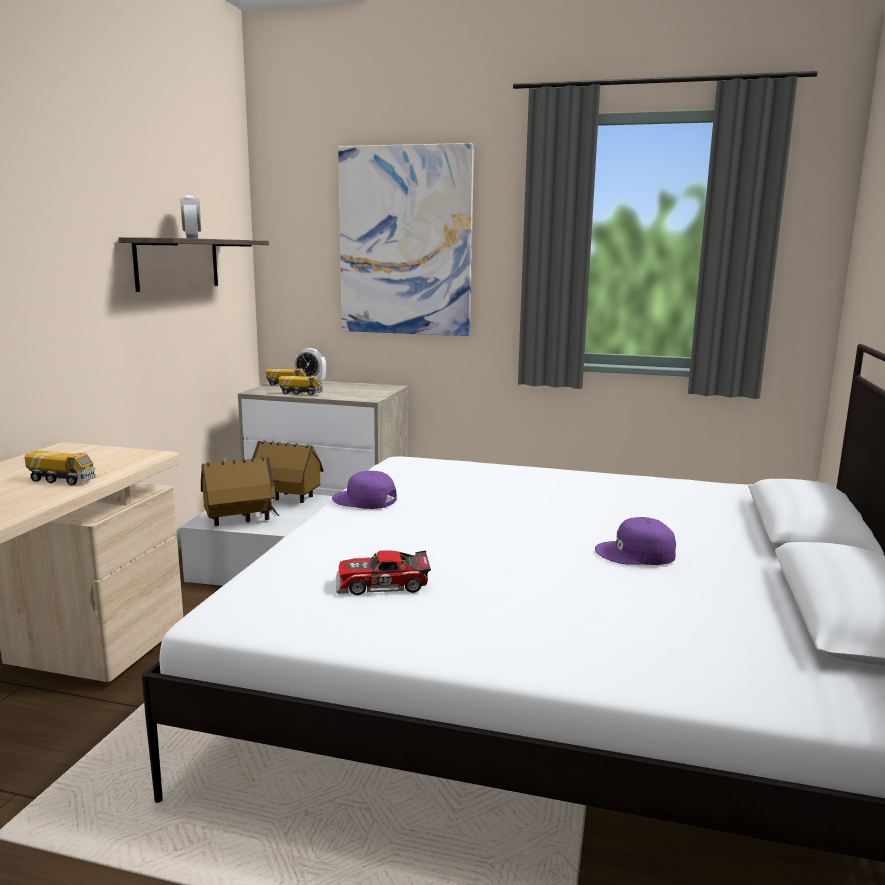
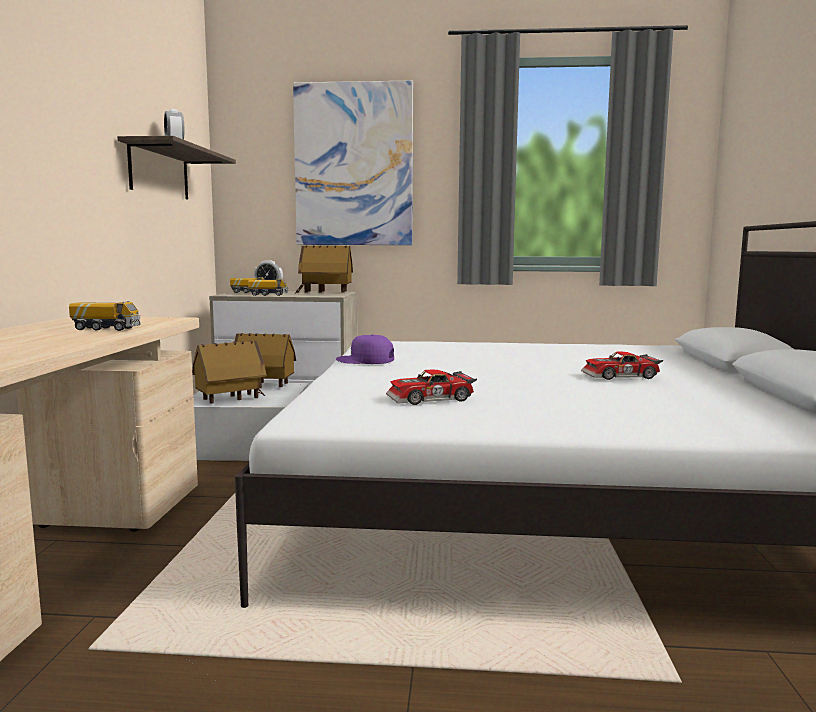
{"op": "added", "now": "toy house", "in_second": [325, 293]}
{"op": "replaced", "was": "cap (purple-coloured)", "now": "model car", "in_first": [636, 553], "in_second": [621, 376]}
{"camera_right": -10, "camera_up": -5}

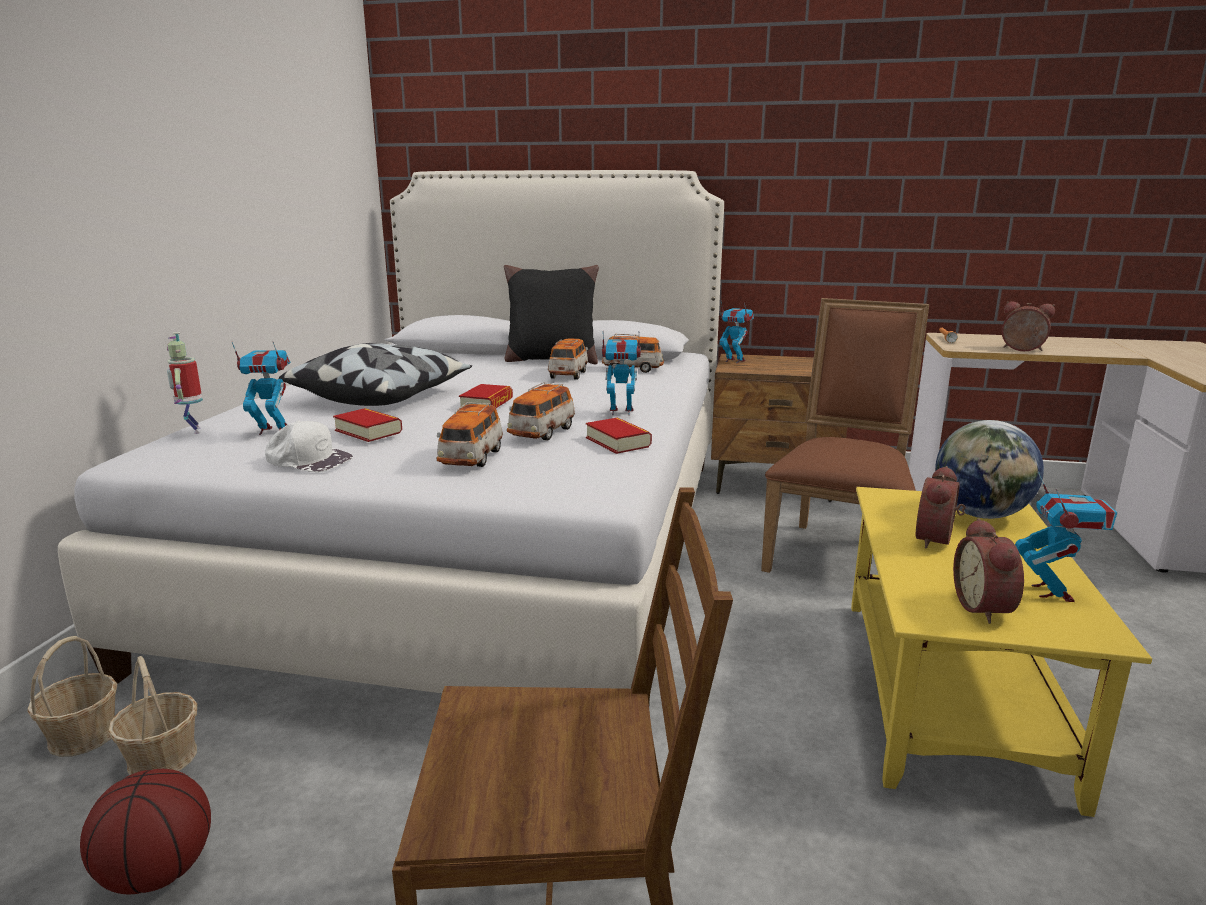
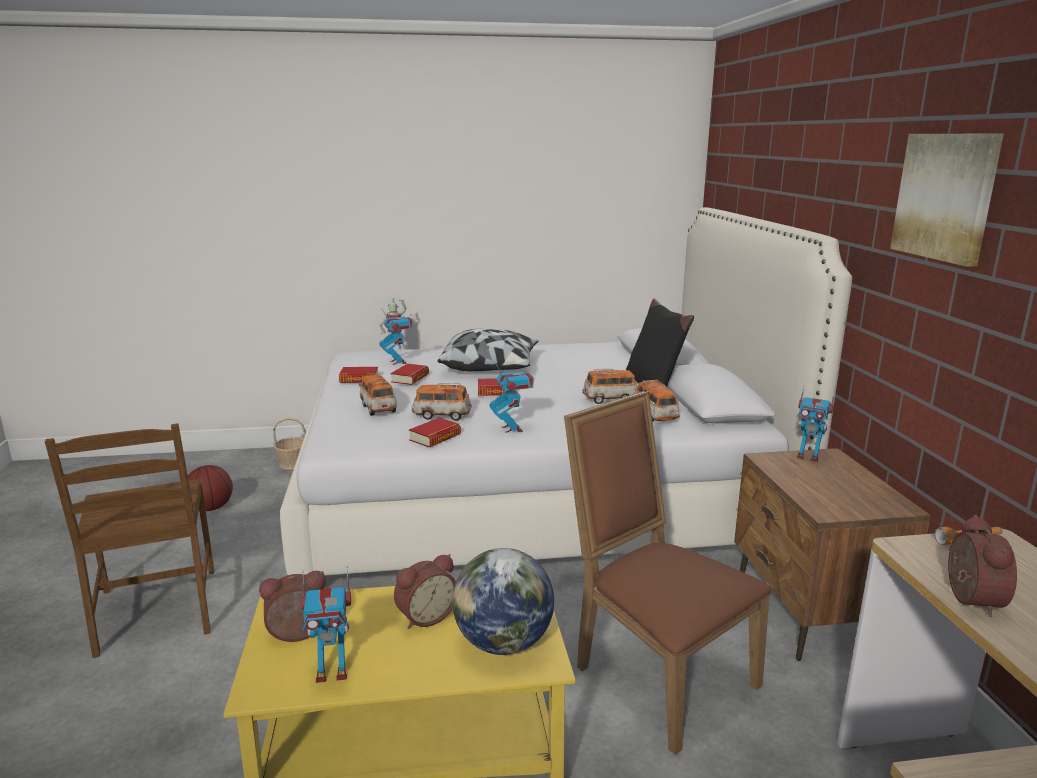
{"op": "replaced", "was": "cap (white)", "now": "volume", "in_first": [308, 460], "in_second": [359, 379]}
{"op": "turned", "was": "model car", "in_first": [471, 458], "in_second": [378, 408], "clockwise": 75}
{"op": "turned", "was": "alarm clock", "in_first": [938, 540], "in_second": [425, 616], "clockwise": 135}
{"op": "turned", "was": "plain chair (brownish)", "in_first": [838, 553], "in_second": [655, 673], "clockwise": -135}
{"op": "turned", "was": "toy robot", "in_first": [734, 361], "in_second": [808, 457], "clockwise": 105}
{"op": "added", "now": "wall art", "in_second": [946, 196]}
{"op": "removed", "was": "household basket", "in_first": [163, 757]}
{"camera_right": 70, "camera_up": 0}

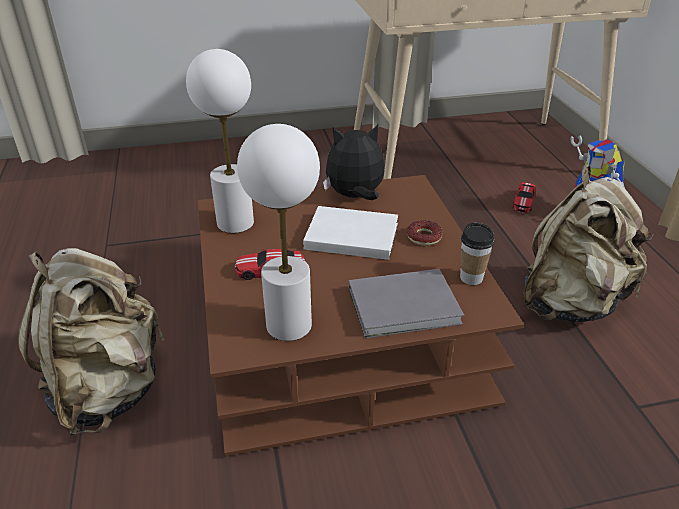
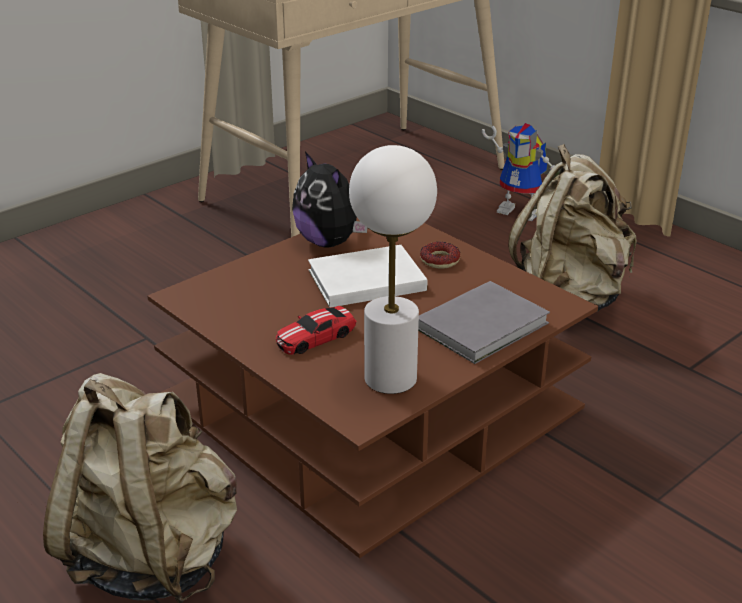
{"op": "turned", "was": "cuddly toy", "in_first": [355, 196], "in_second": [329, 242], "clockwise": -90}
{"op": "removed", "was": "lamp for a table (white)", "in_first": [235, 222]}
{"op": "removed", "was": "drinking cup", "in_first": [471, 278]}
{"op": "removed", "was": "model car", "in_first": [524, 201]}
{"camera_right": -30, "camera_up": -5}

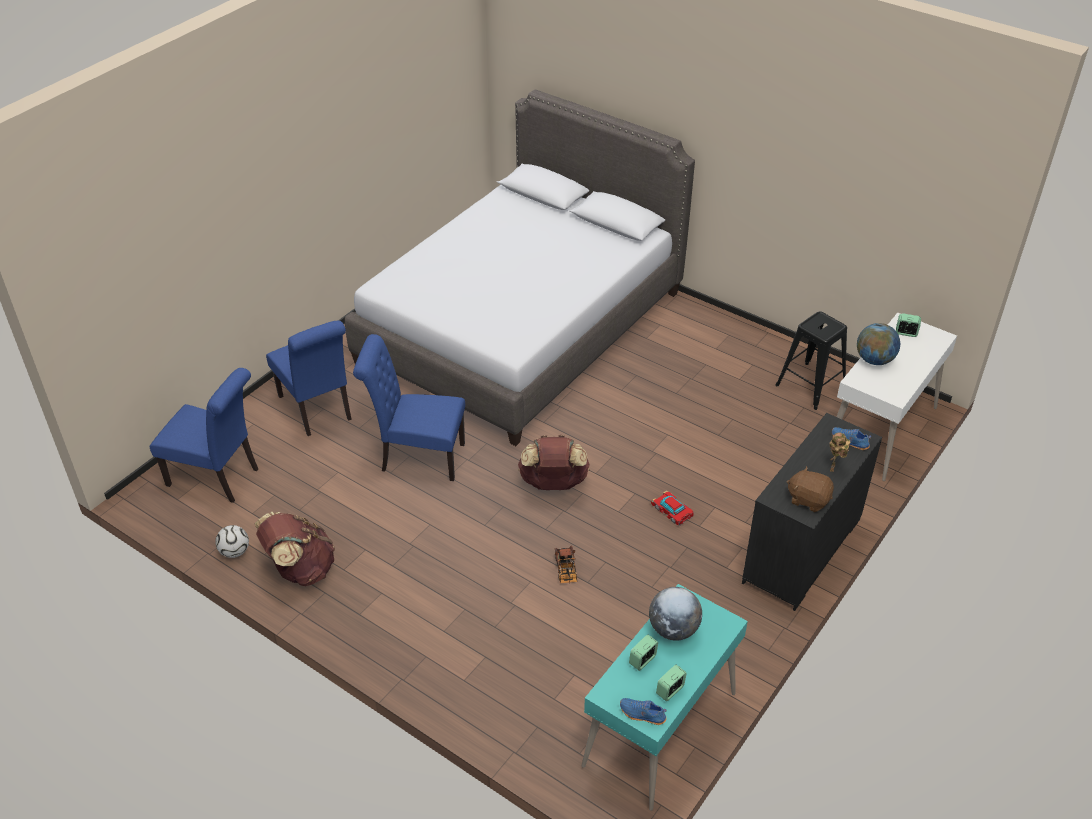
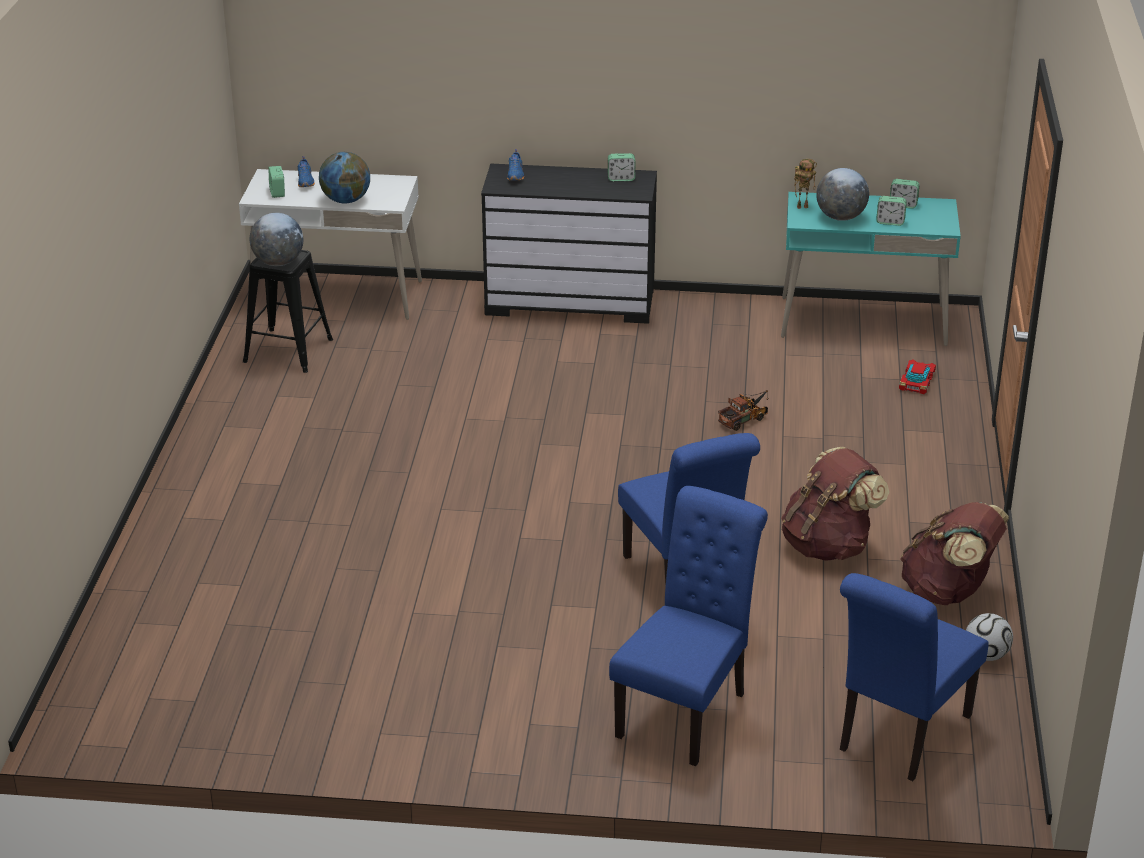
{"op": "added", "now": "desk globe", "in_second": [278, 263]}
{"op": "moved", "was": "item of footwear (blue-coloured)", "in_first": [642, 715], "in_second": [306, 181]}
{"op": "replaced", "was": "cuddly toy (brownish)", "now": "alarm clock", "in_first": [808, 499], "in_second": [621, 178]}
{"op": "moved", "was": "rucksack (brownish)", "in_first": [553, 484], "in_second": [828, 545]}
{"op": "moved", "was": "toy robot", "in_first": [833, 469], "in_second": [803, 206]}
{"op": "turned", "was": "plain chair (blue-coloured)", "in_first": [218, 478], "in_second": [899, 736], "clockwise": -135}
{"op": "moved", "was": "model car", "in_first": [671, 511], "in_second": [917, 381]}
{"op": "removed", "was": "bed (gray)", "in_first": [521, 327]}
{"camera_right": -120, "camera_up": -10}

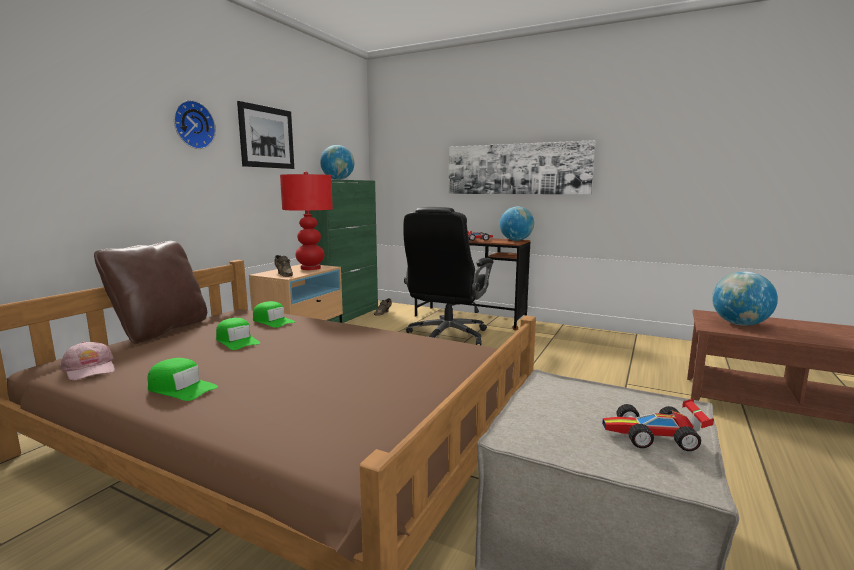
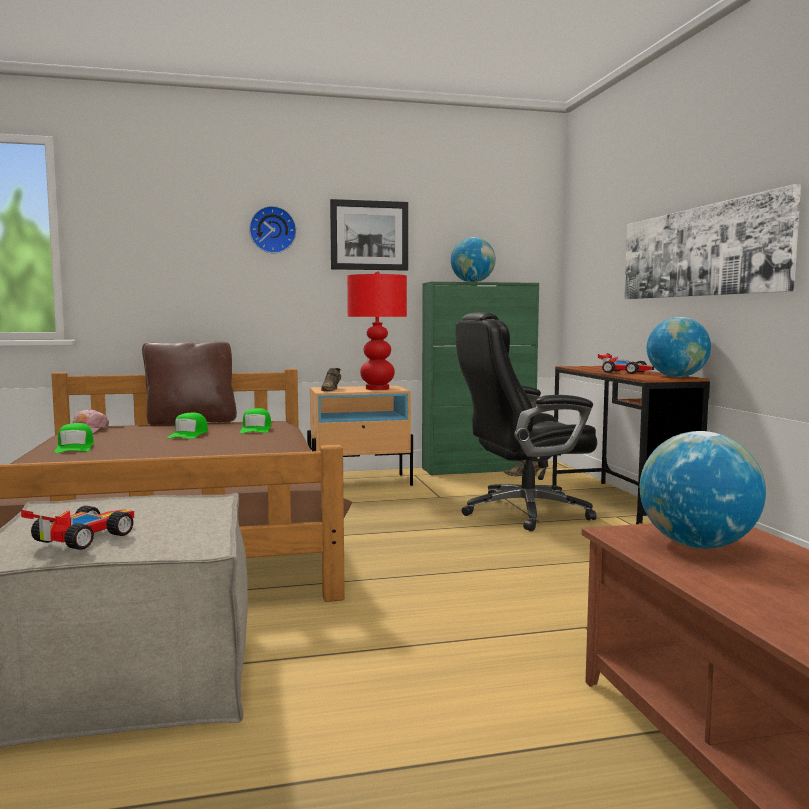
{"op": "turned", "was": "model car", "in_first": [654, 436], "in_second": [83, 537], "clockwise": 60}
{"camera_right": 50, "camera_up": -5}

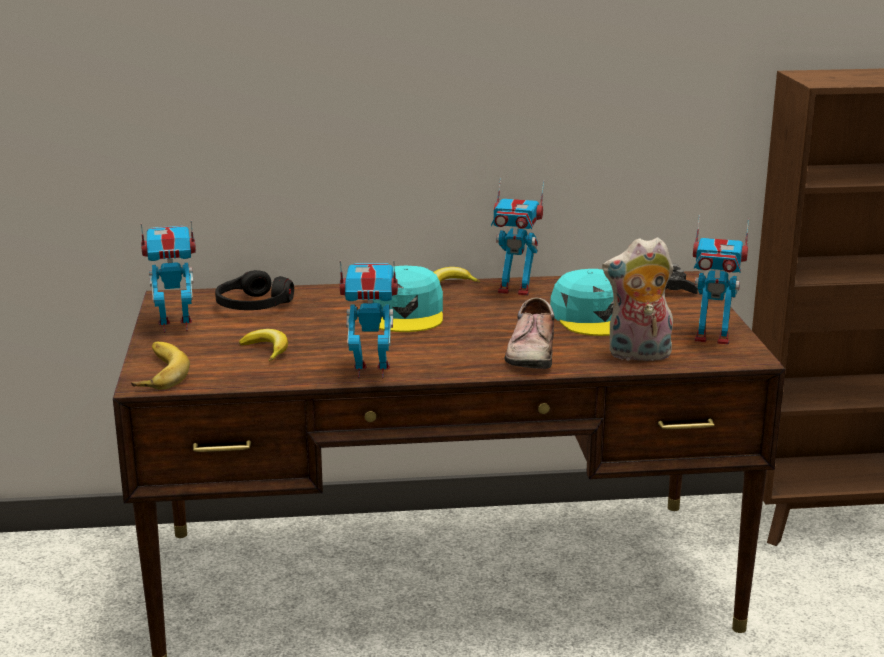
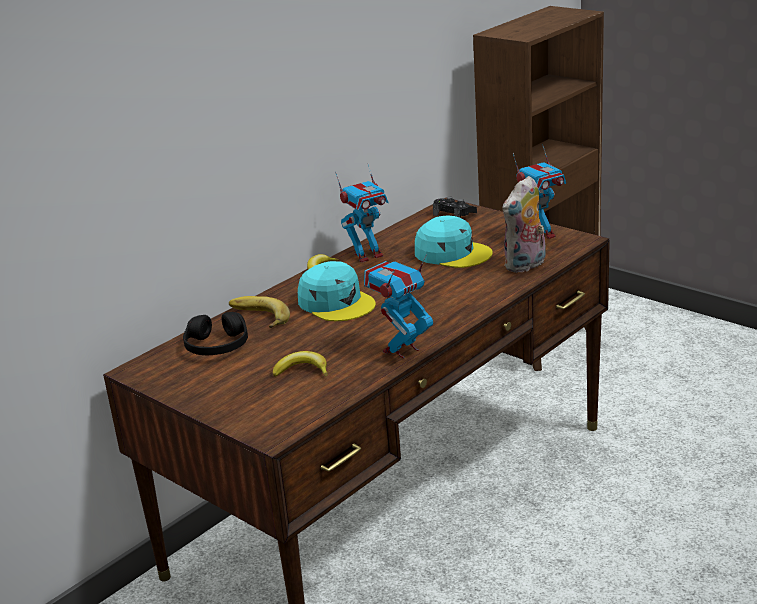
{"op": "moved", "was": "whole banana", "in_first": [155, 373], "in_second": [257, 318]}
{"op": "removed", "was": "toy robot", "in_first": [175, 326]}
{"op": "removed", "was": "item of footwear", "in_first": [529, 352]}
{"camera_right": -40, "camera_up": 5}

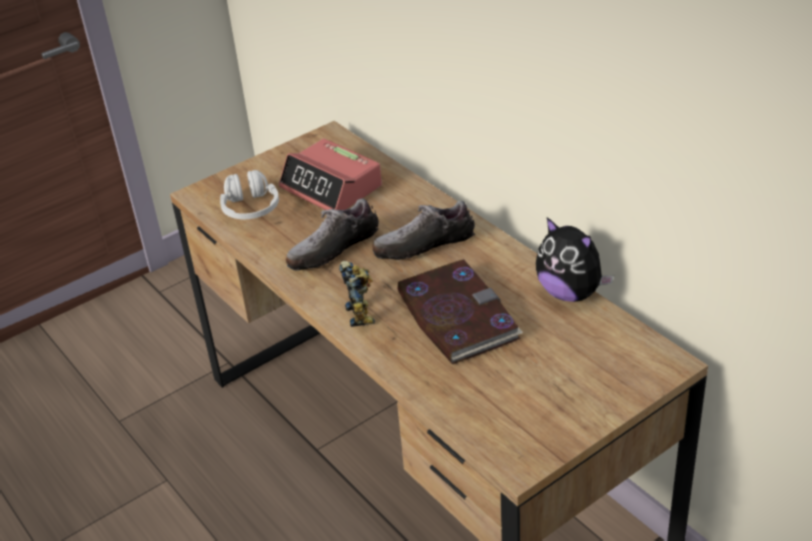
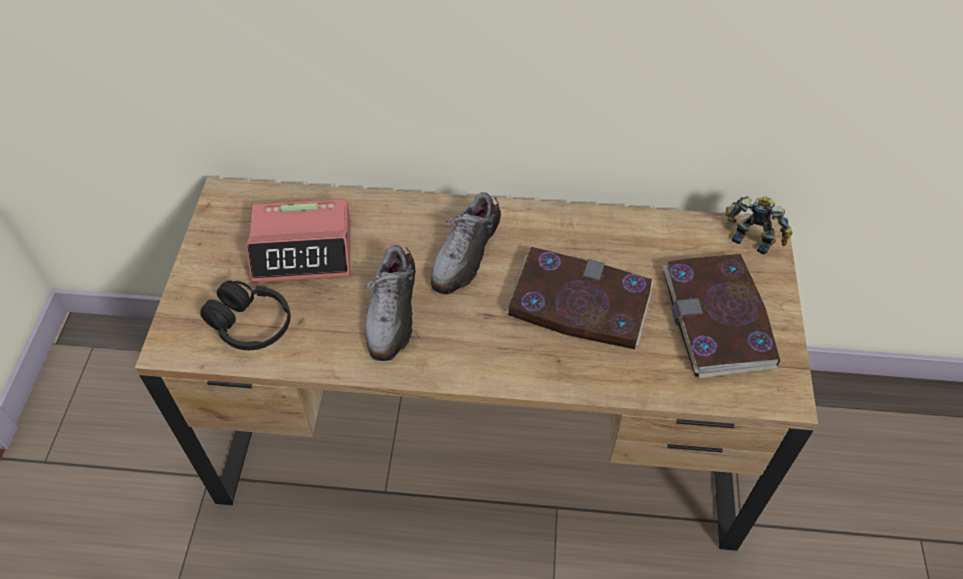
{"op": "recoloured", "was": "pair of headphones (white)", "now": "pair of headphones (black-coloured)", "in_first": [250, 208], "in_second": [251, 325]}
{"op": "added", "now": "volume", "in_second": [718, 318]}
{"op": "moved", "was": "toy robot", "in_first": [362, 313], "in_second": [752, 237]}
{"op": "removed", "was": "cuddly toy", "in_first": [570, 293]}
{"camera_right": -50, "camera_up": 15}

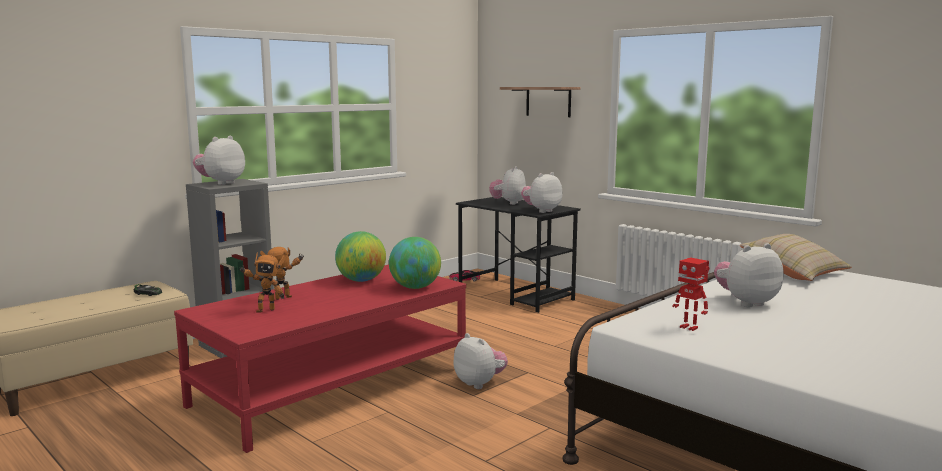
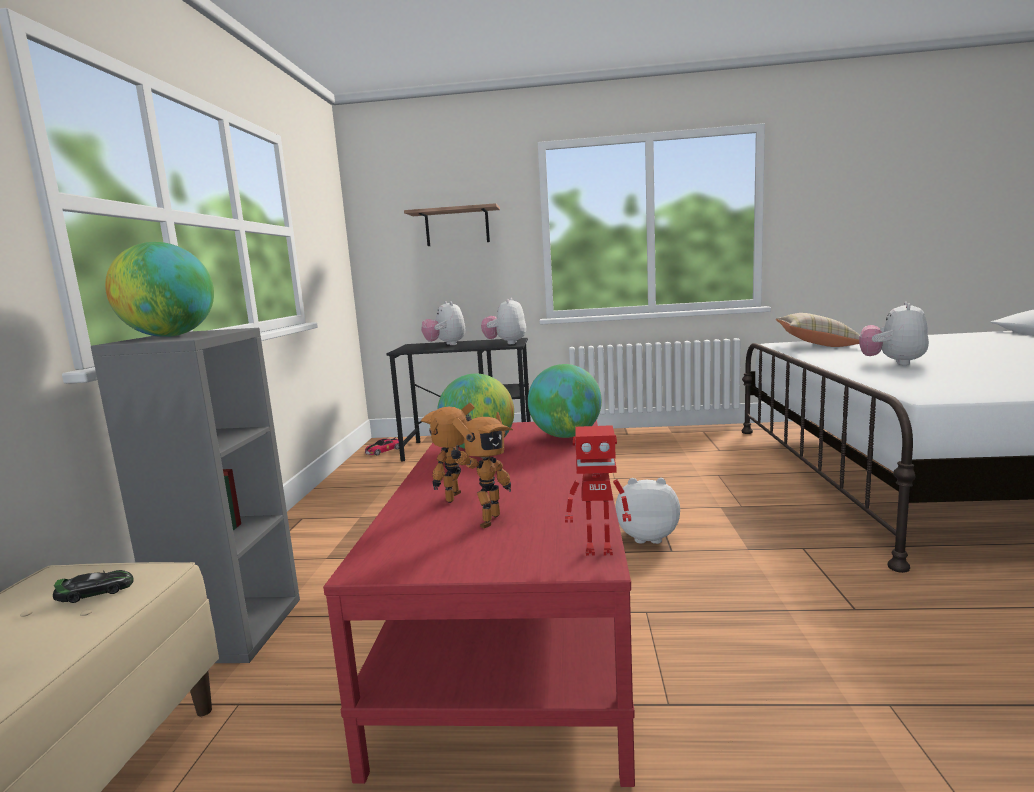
{"op": "replaced", "was": "cuddly toy", "now": "desk globe", "in_first": [221, 183], "in_second": [170, 336]}
{"op": "moved", "was": "toy robot", "in_first": [689, 327], "in_second": [598, 549]}
{"camera_right": -40, "camera_up": 0}

